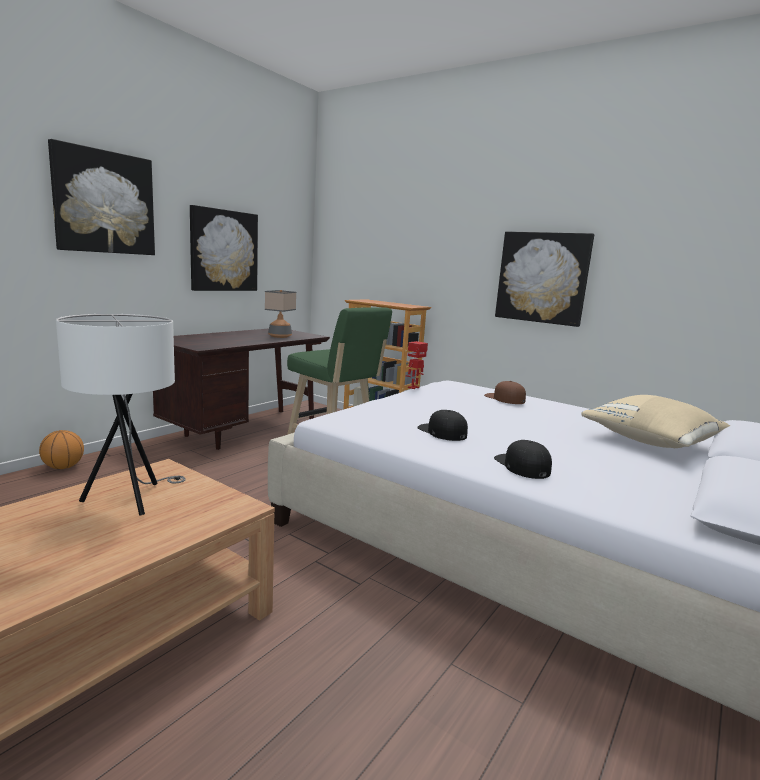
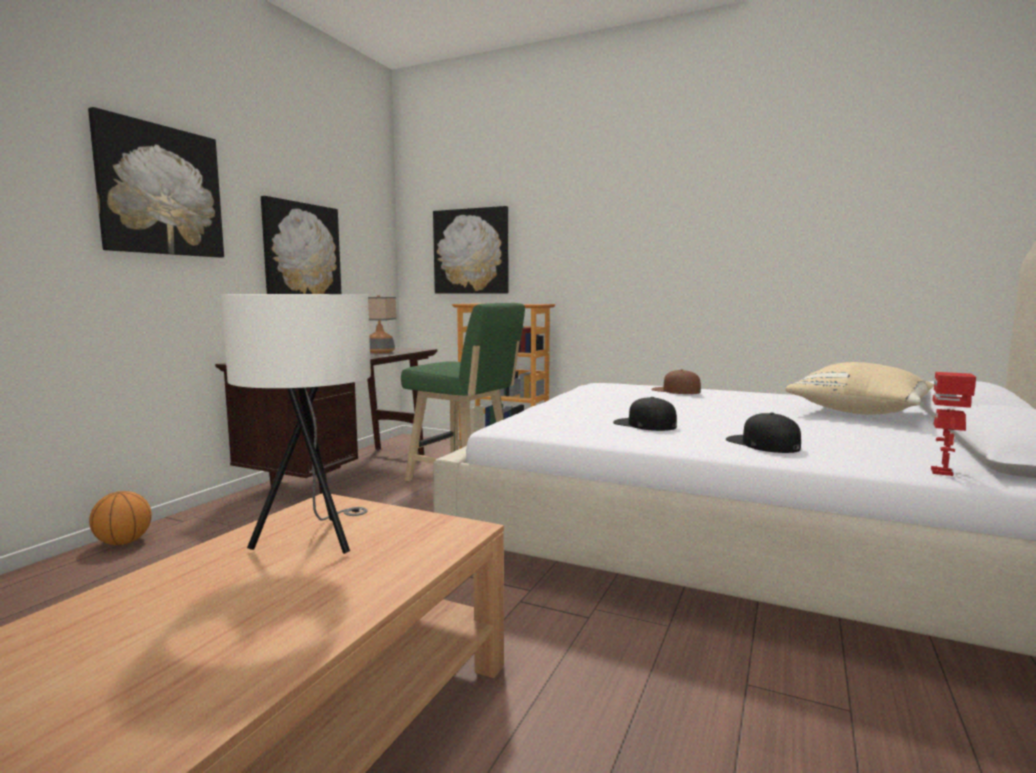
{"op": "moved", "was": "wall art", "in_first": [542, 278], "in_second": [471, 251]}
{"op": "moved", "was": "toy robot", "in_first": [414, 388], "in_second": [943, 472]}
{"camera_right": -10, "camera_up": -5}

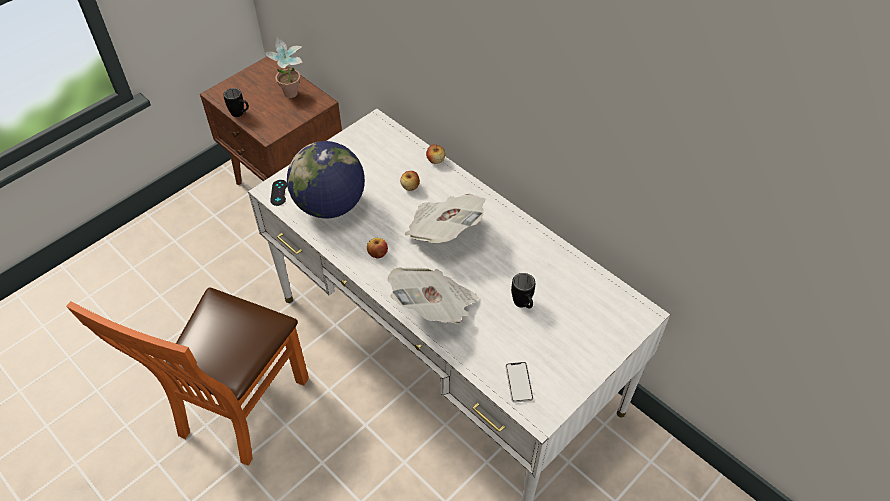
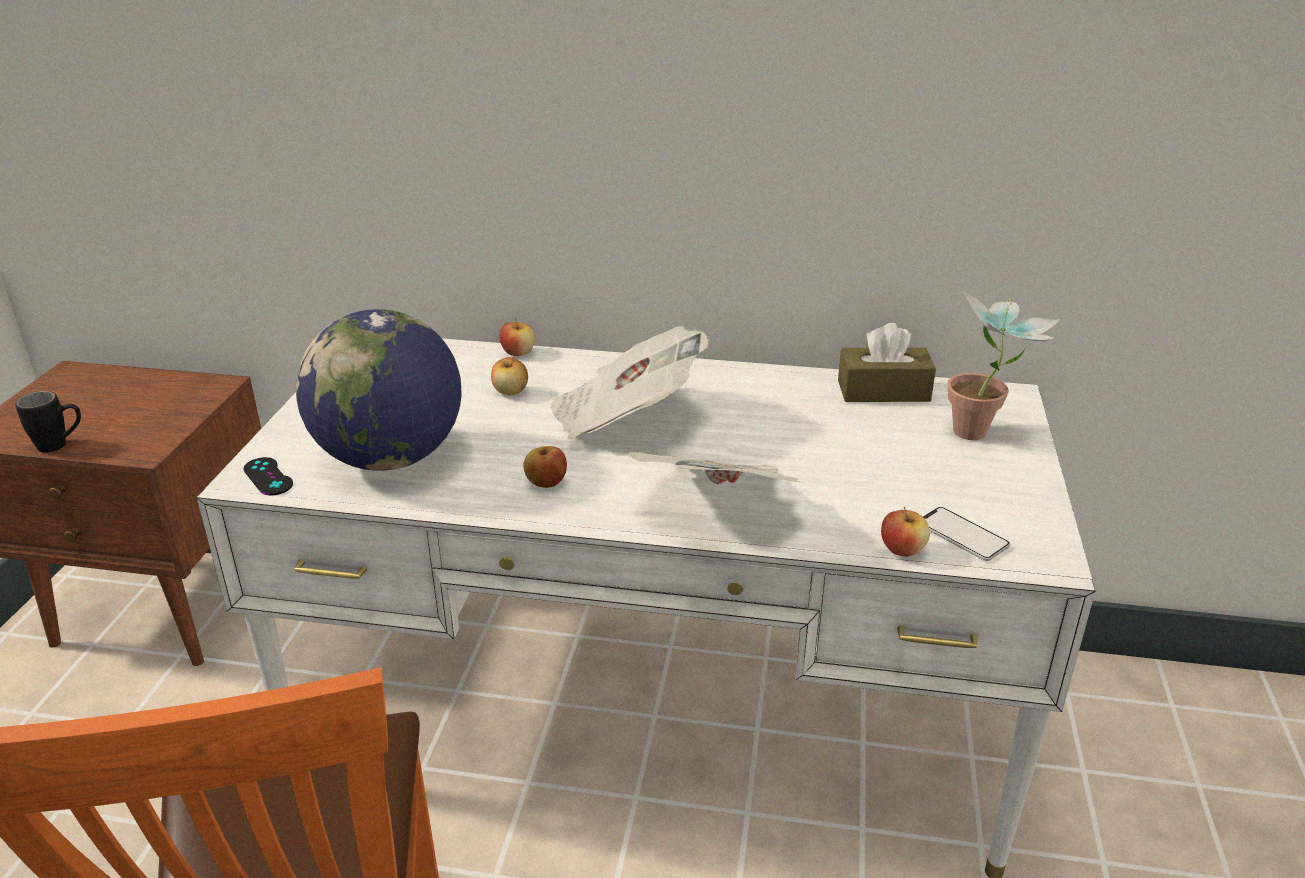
{"op": "added", "now": "tissue box (brownish)", "in_second": [883, 391]}
{"op": "added", "now": "apple fruit", "in_second": [902, 550]}
{"op": "moved", "was": "potted plant", "in_first": [292, 96], "in_second": [982, 435]}
{"op": "removed", "was": "coffee mug (black-coloured)", "in_first": [523, 305]}
{"camera_right": -35, "camera_up": -20}

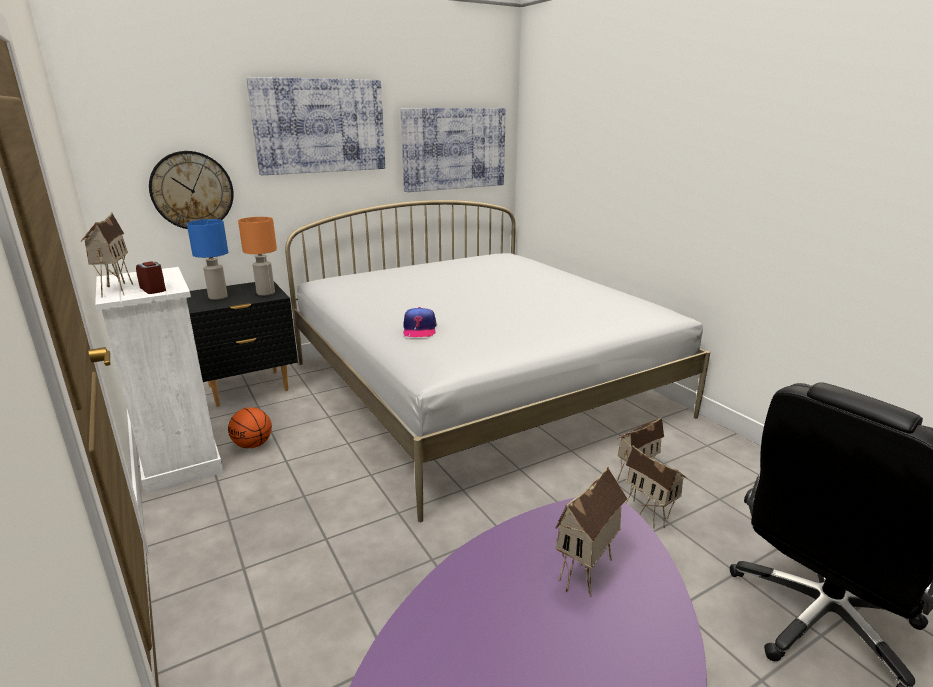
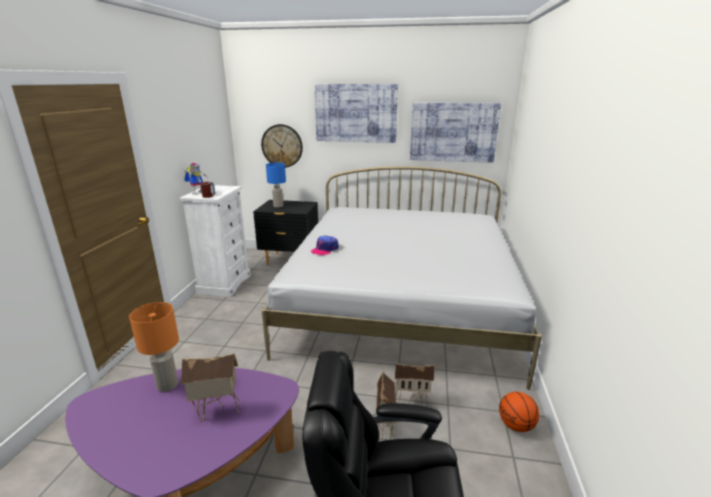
{"op": "moved", "was": "lamp for a table (orangey)", "in_first": [266, 293], "in_second": [168, 385]}
{"op": "replaced", "was": "toy house", "now": "toy robot", "in_first": [115, 289], "in_second": [198, 192]}
{"op": "moved", "was": "basketball ball", "in_first": [253, 445], "in_second": [516, 426]}
{"camera_right": 40, "camera_up": 0}

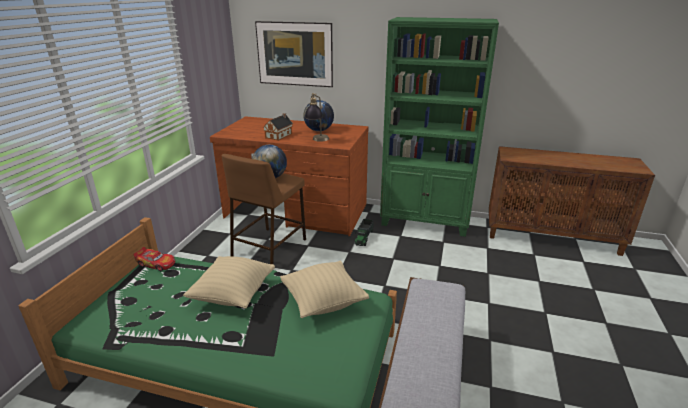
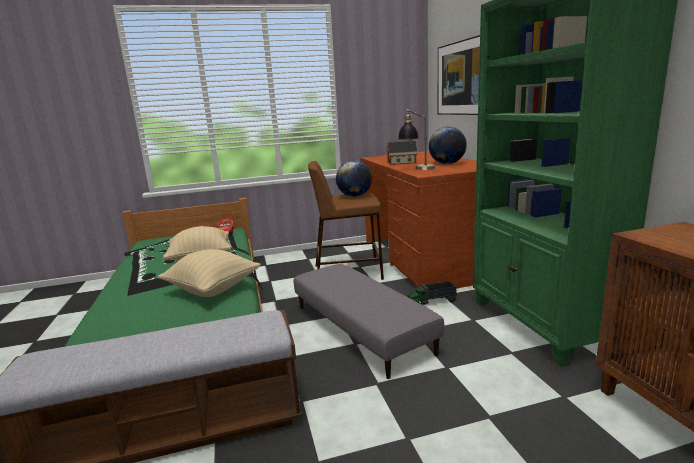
{"op": "added", "now": "pouffe (gray)", "in_second": [361, 328]}
{"camera_right": 60, "camera_up": -10}

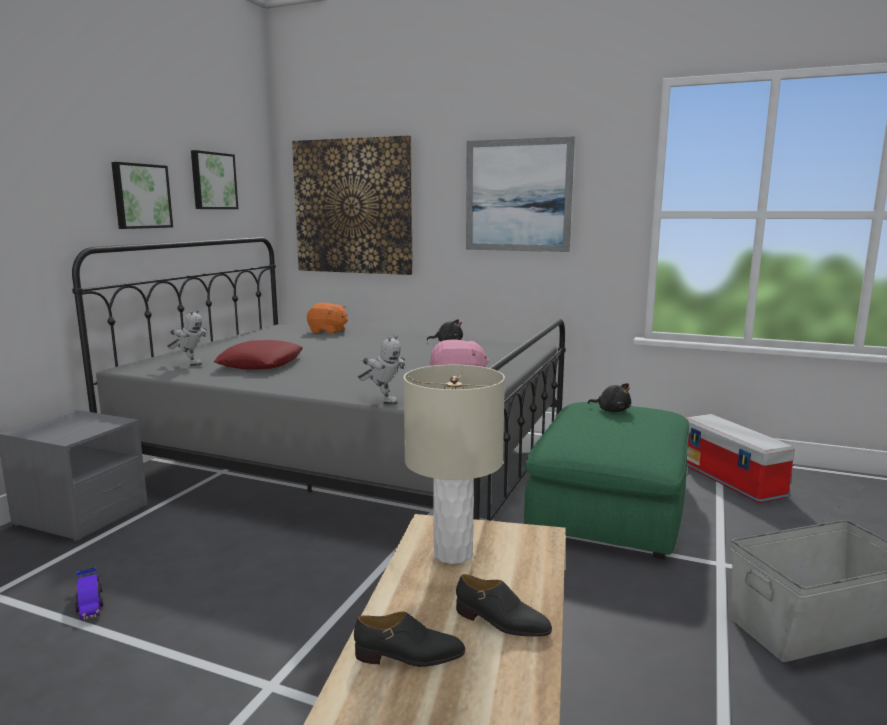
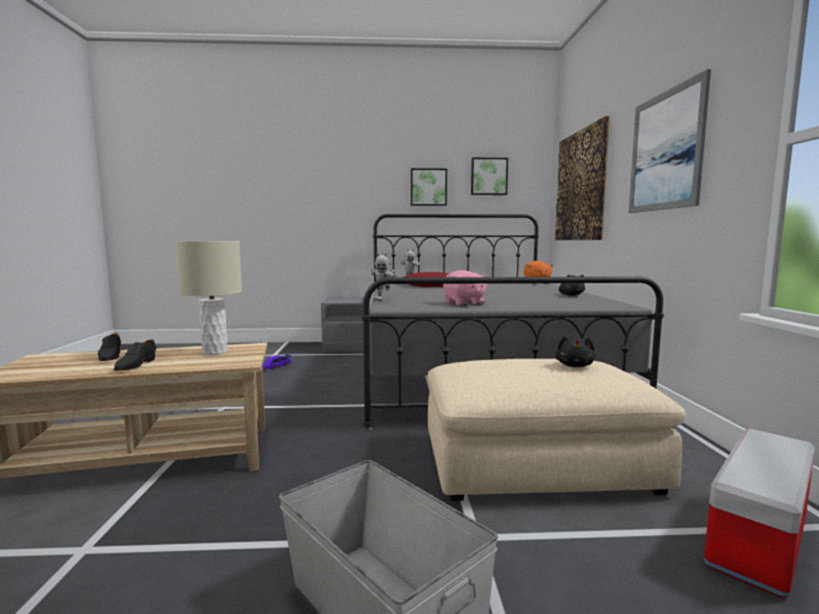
{"op": "recoloured", "was": "pouffe (greenish)", "now": "pouffe (beige-coloured)", "in_first": [609, 506], "in_second": [536, 463]}
{"camera_right": 65, "camera_up": -5}

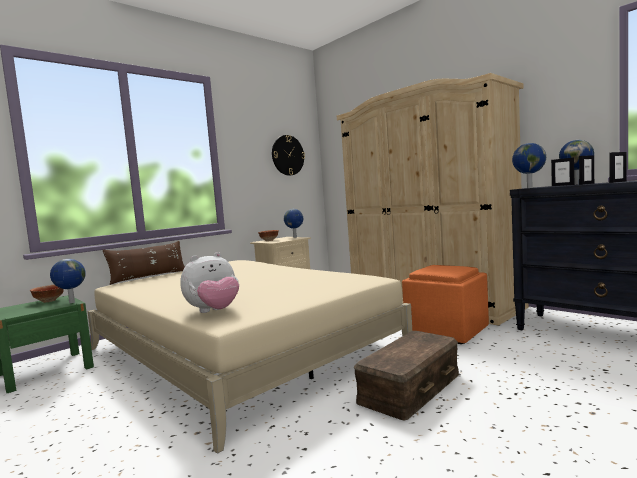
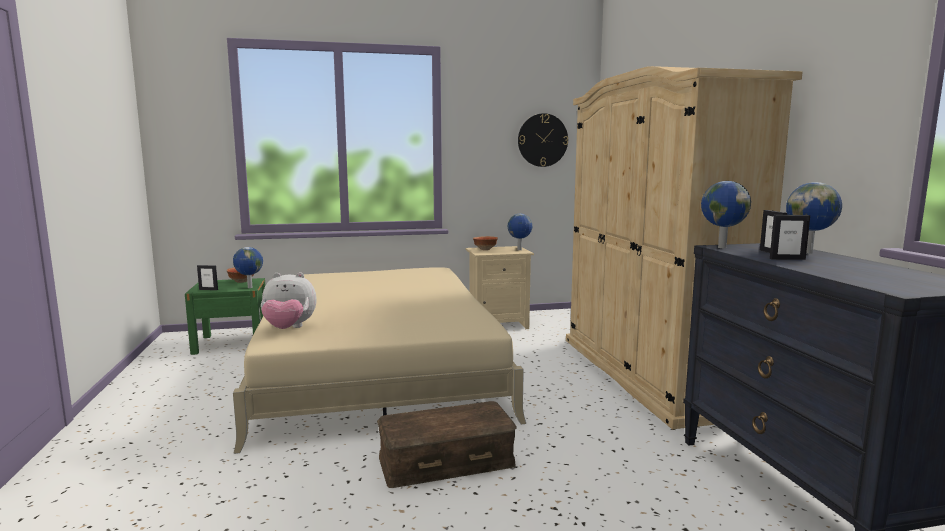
{"op": "moved", "was": "picture frame", "in_first": [617, 182], "in_second": [208, 289]}
{"op": "removed", "was": "cushion (brownish)", "in_first": [148, 277]}
{"op": "removed", "was": "pouffe (orangey)", "in_first": [446, 331]}
{"camera_right": 30, "camera_up": 5}

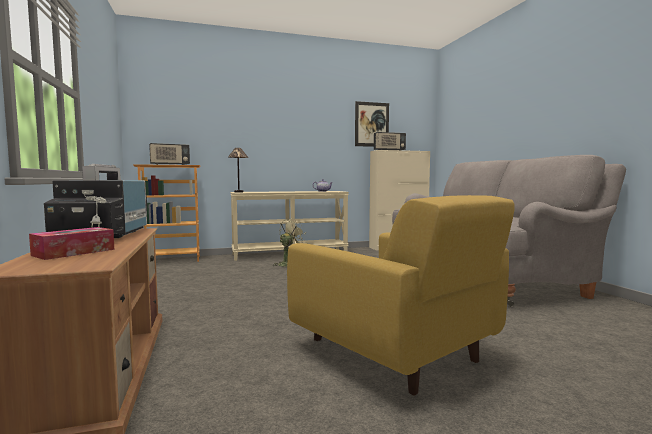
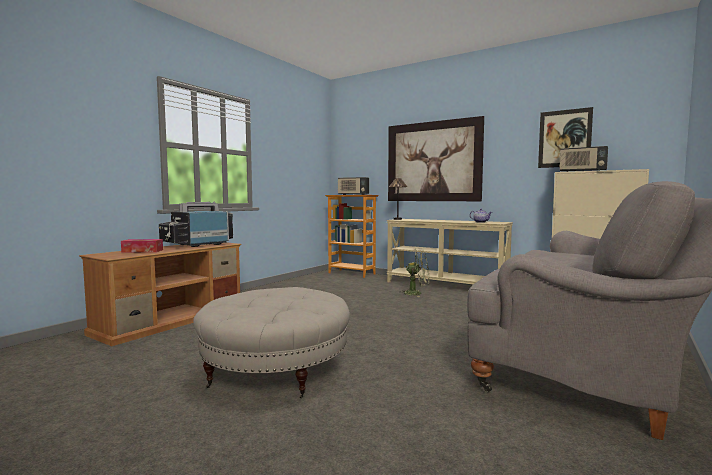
{"op": "replaced", "was": "easy chair (yellow-coloured)", "now": "pouffe (beige-coloured)", "in_first": [395, 352], "in_second": [275, 370]}
{"op": "added", "now": "wall art", "in_second": [433, 161]}
{"camera_right": 50, "camera_up": 0}

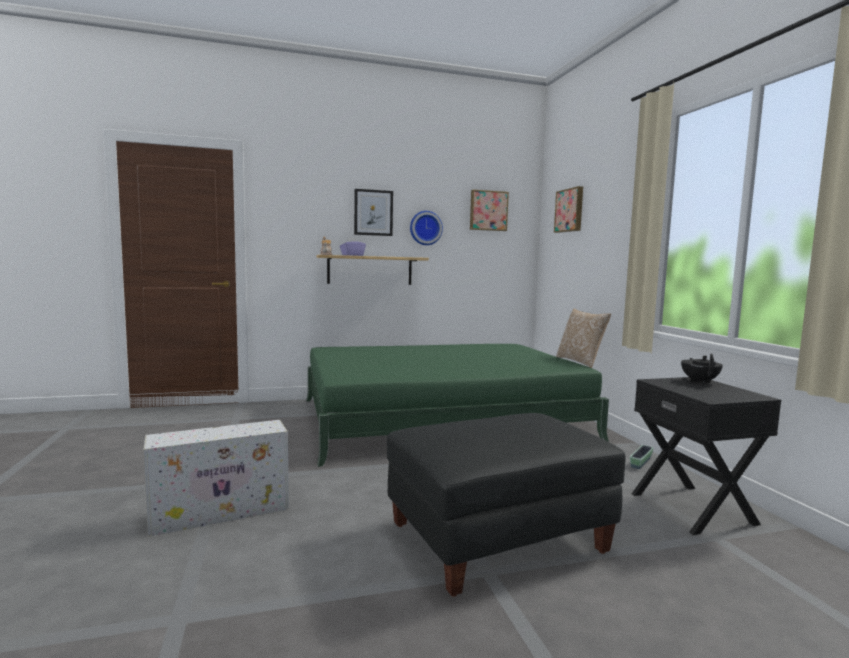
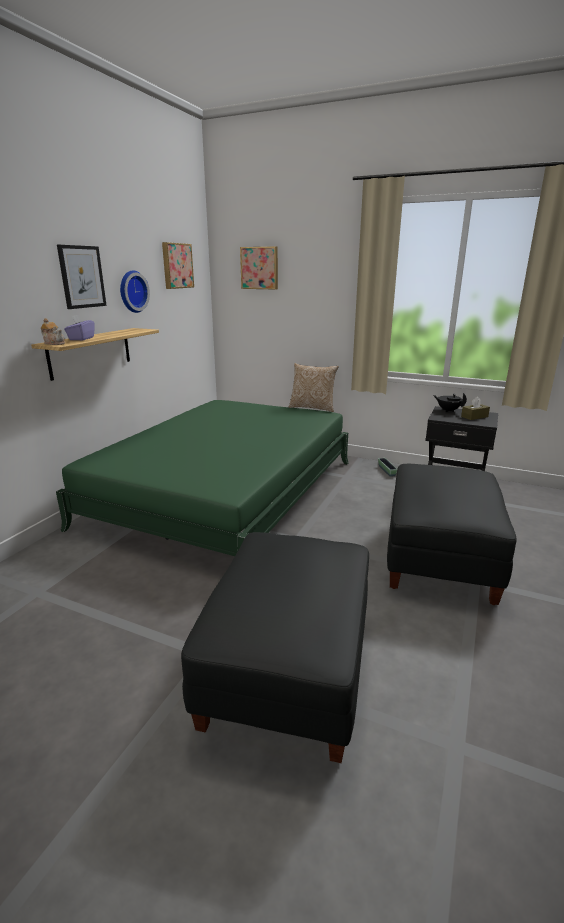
{"op": "replaced", "was": "storage container (white)", "now": "pouffe (black-coloured)", "in_first": [222, 512], "in_second": [287, 671]}
{"op": "added", "now": "tissue box (brownish)", "in_second": [474, 417]}
{"camera_right": -50, "camera_up": 15}

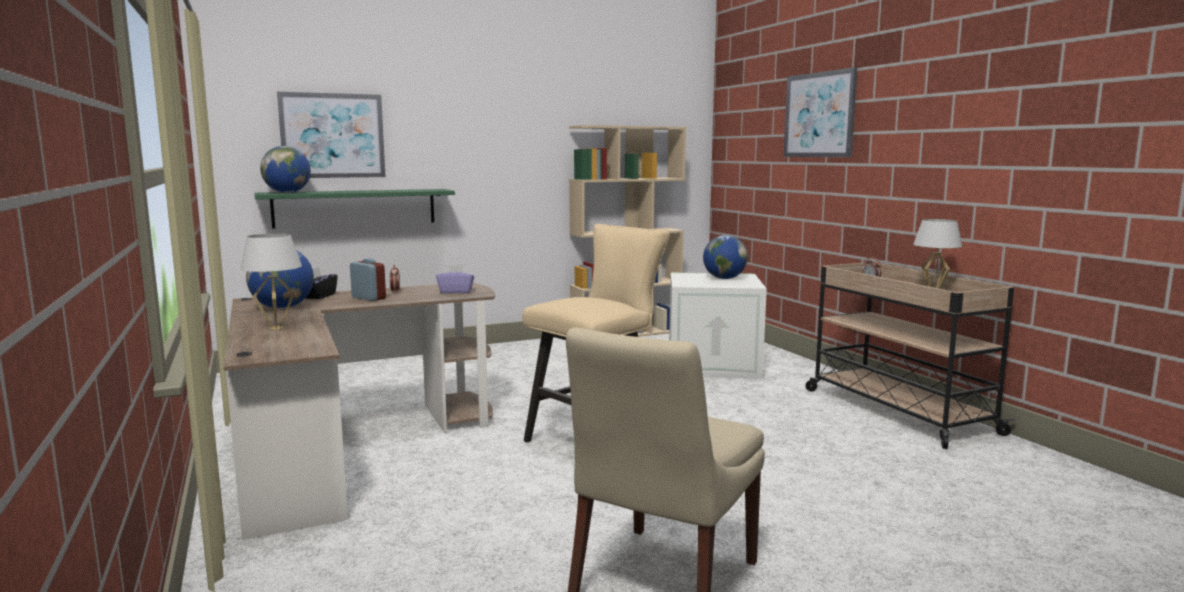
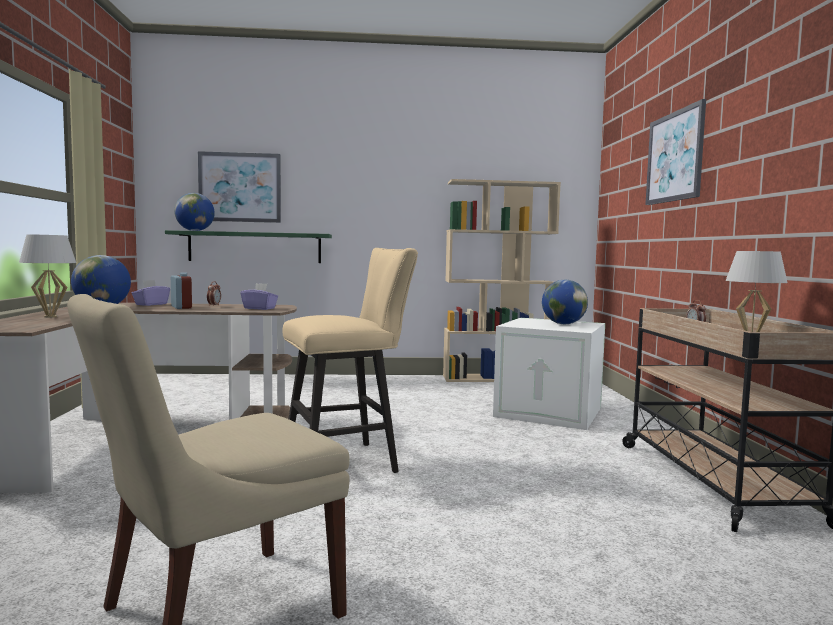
{"op": "recoloured", "was": "tissue box (black-coloured)", "now": "tissue box (purple-coloured)", "in_first": [319, 296], "in_second": [151, 304]}
{"camera_right": 20, "camera_up": -5}

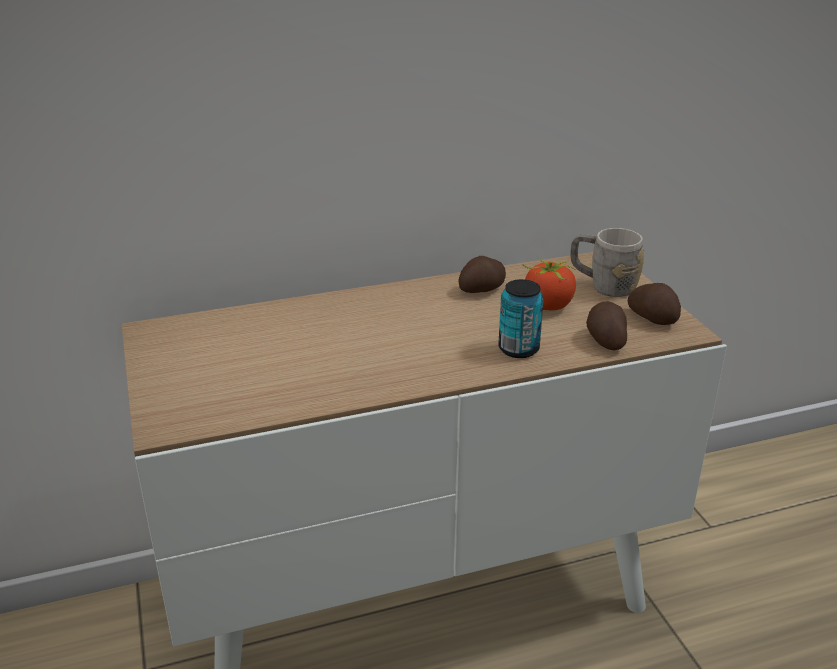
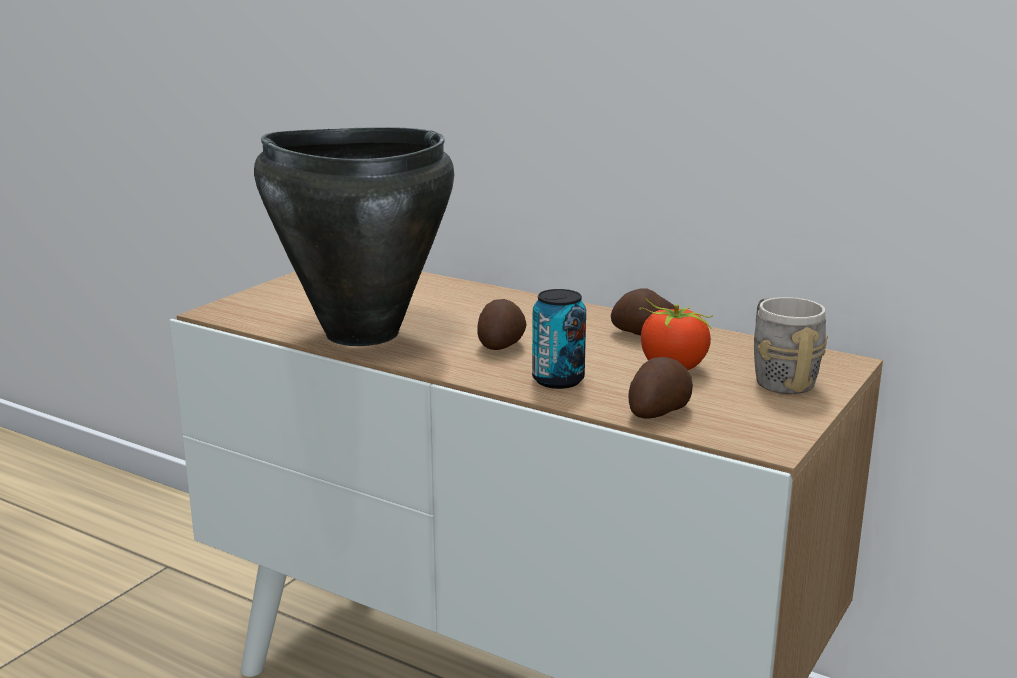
{"op": "added", "now": "cooking pot (black-coloured)", "in_second": [360, 333]}
{"op": "moved", "was": "potato", "in_first": [653, 317], "in_second": [502, 344]}
{"camera_right": 50, "camera_up": -10}

